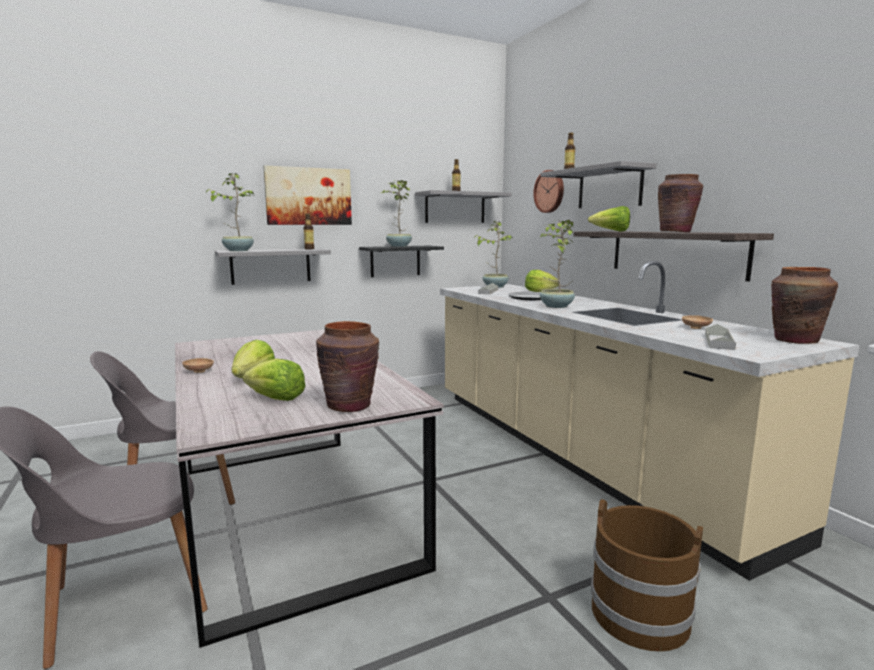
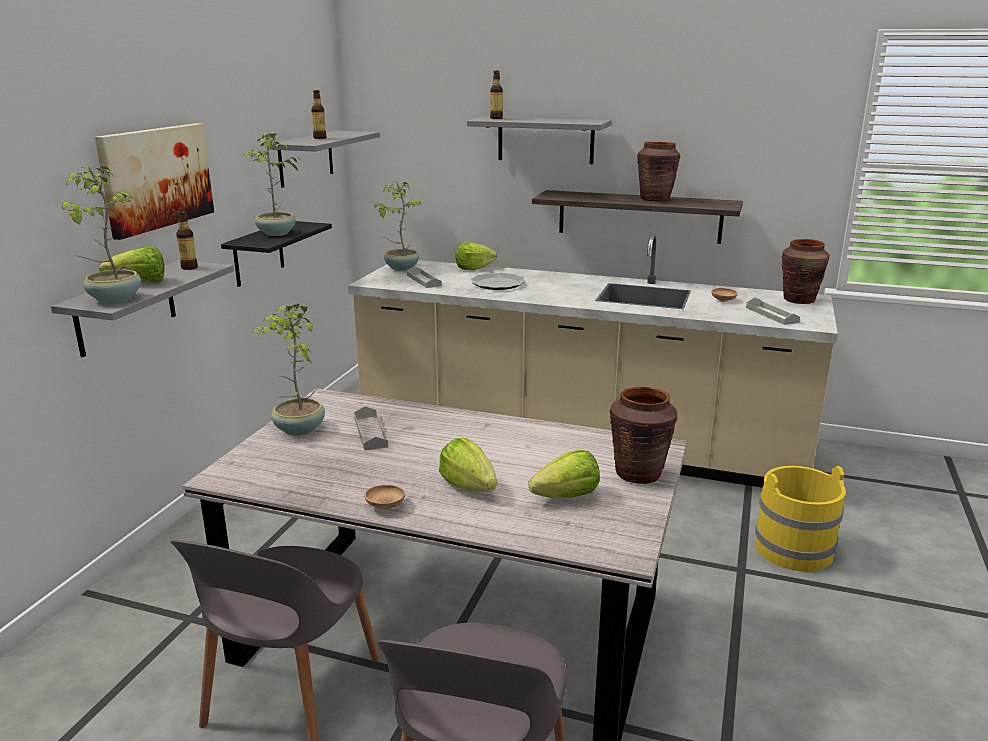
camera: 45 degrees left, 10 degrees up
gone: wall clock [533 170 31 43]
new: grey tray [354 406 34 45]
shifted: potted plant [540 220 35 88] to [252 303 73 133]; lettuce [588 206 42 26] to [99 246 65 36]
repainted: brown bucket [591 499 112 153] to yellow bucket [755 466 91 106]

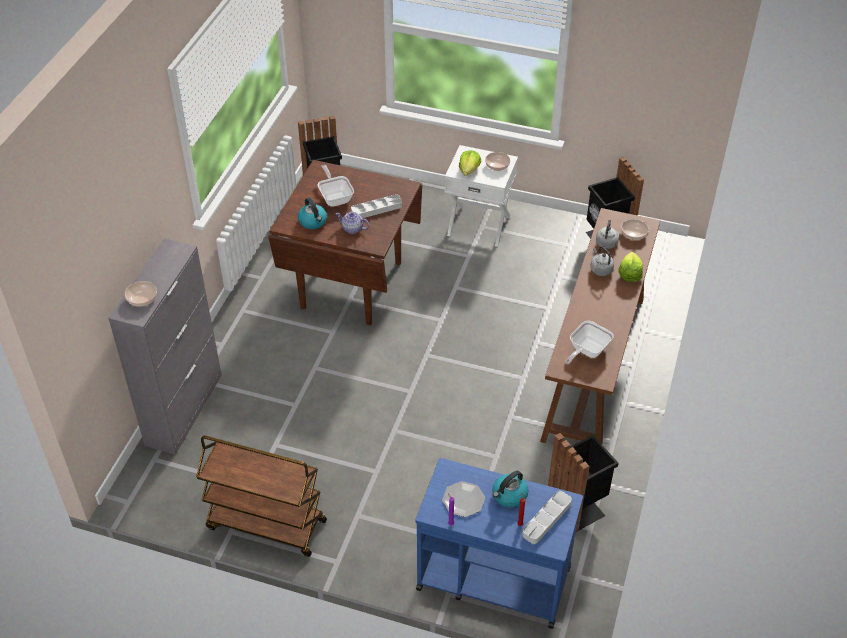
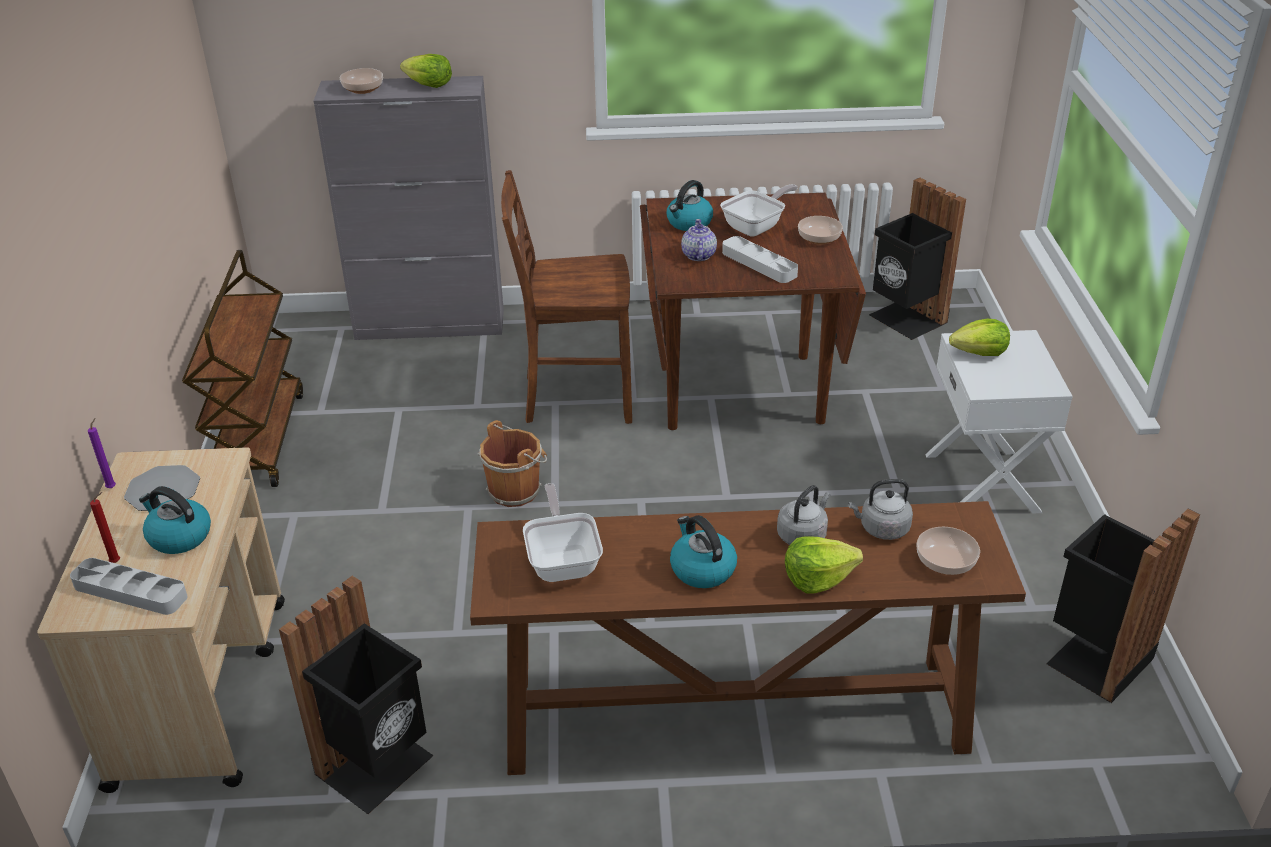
camera: 70 degrees right, 10 degrees down
new: lettuce [400 54 52 34]; brown bucket [477 420 70 87]; brown chair [501 170 131 254]; kettle [670 515 67 73]
shifted: bowl [485 152 25 19] to [798 216 45 29]
repainted: blue cart [416 458 167 171] to beige cart [37 447 248 346]
rotated: frying pan [565 321 49 44] = [523 483 80 99] 60 degrees clockwise

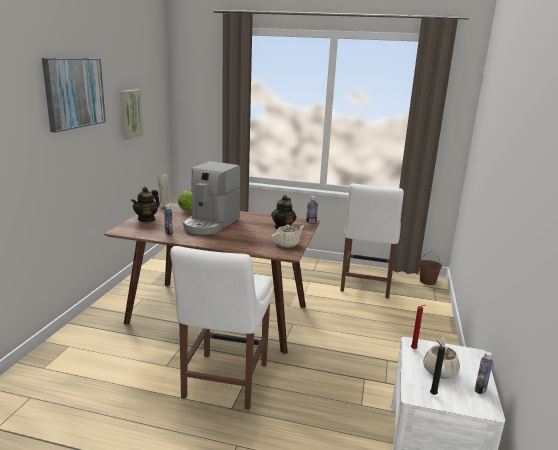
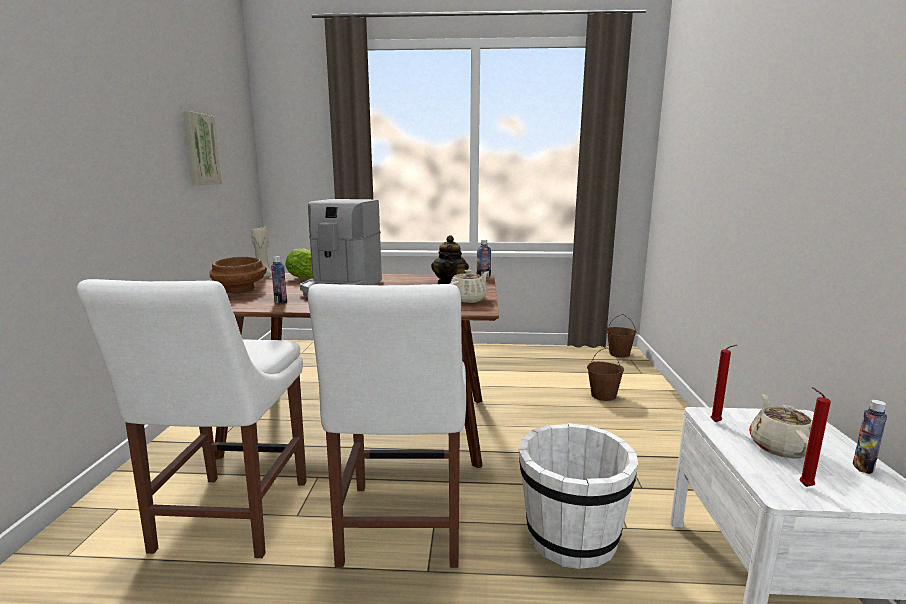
camera: 10 degrees left, 5 degrees down
gone: picture [42 58 64 75]
new: white bucket [519 423 119 146]; brown bucket [587 348 37 53]
shifted: white chair [340 183 64 116] to [77 279 230 279]
swapped: teapot [131 187 29 35] to brown bowl [209 256 58 38]
repainted: black candle [430 340 15 55] to red candle [799 387 32 100]

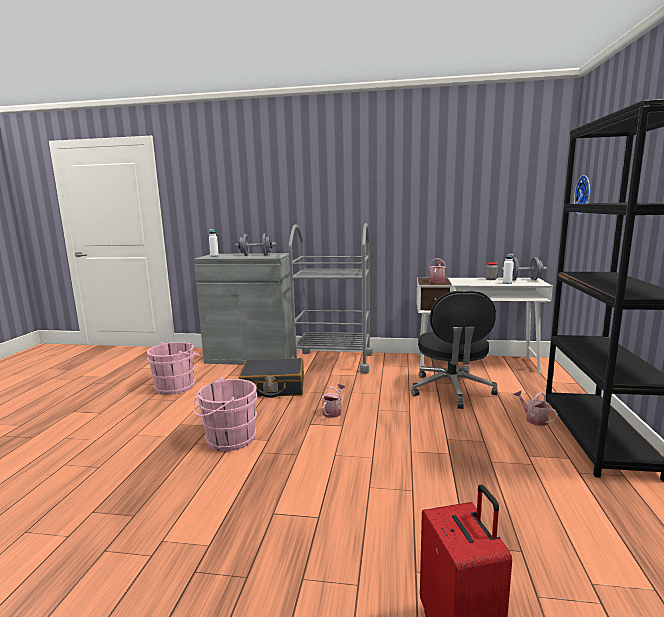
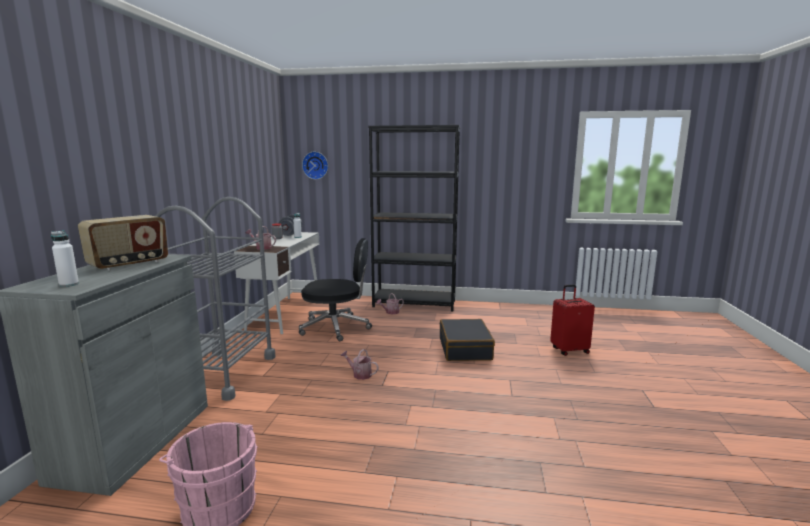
camera: 90 degrees left, 0 degrees up
gone: pink bucket [193 377 64 74]
shifted: black suitcase [239 358 65 40] to [440 319 55 42]
swapped: grey dumbbell [235 234 41 22] to radio [78 215 90 56]

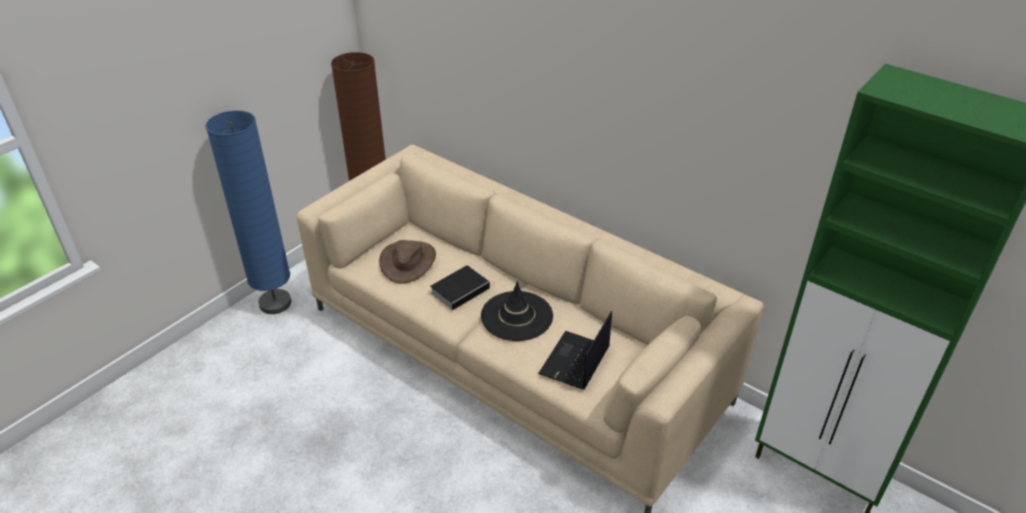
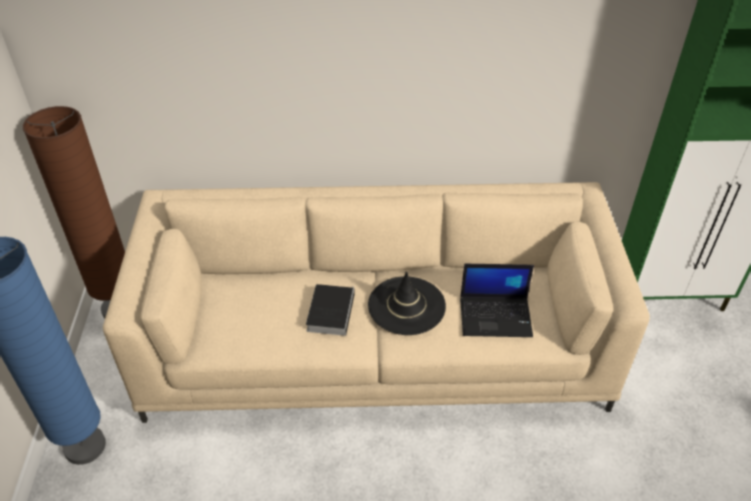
camera: 40 degrees left, 5 degrees up
gone: brown hat [379 240 57 44]
rotated: laptop [538 311 74 78] = [460 264 74 73] 75 degrees counterclockwise

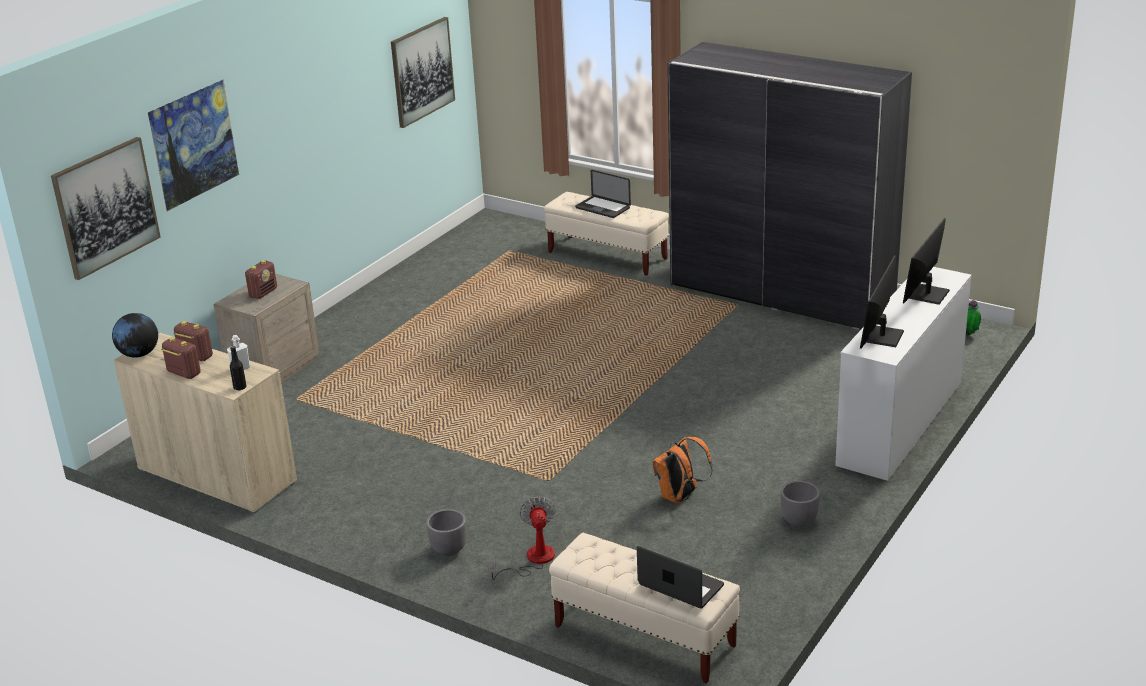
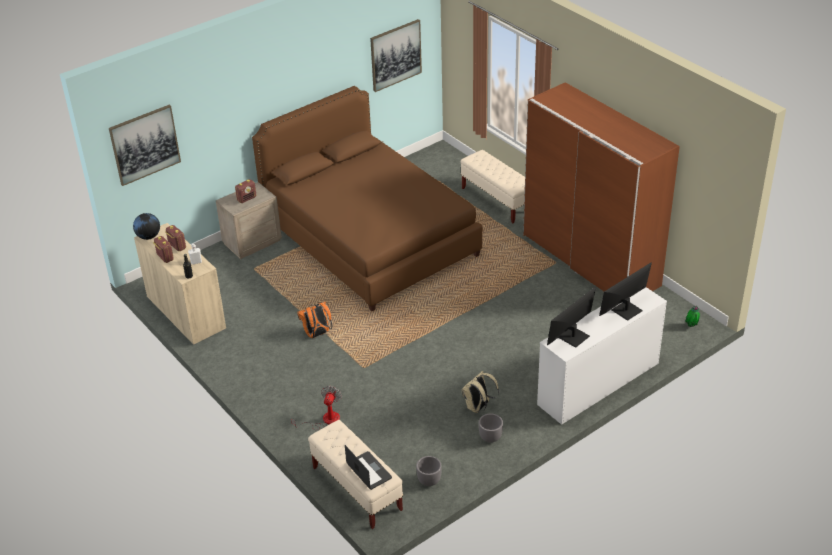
camera: 20 degrees right, 10 degrees up
gone: picture [148 80 91 131]; laptop [575 170 56 48]
new: brown bed [252 86 230 225]; beige backpack [462 371 37 42]
shifted: grey planter [426 509 40 47] to [416 456 26 30]; orange backpack [653 437 60 67] to [297 302 35 36]
repainted: grey wardrobe [667 42 245 288] to brown wardrobe [523 82 157 209]

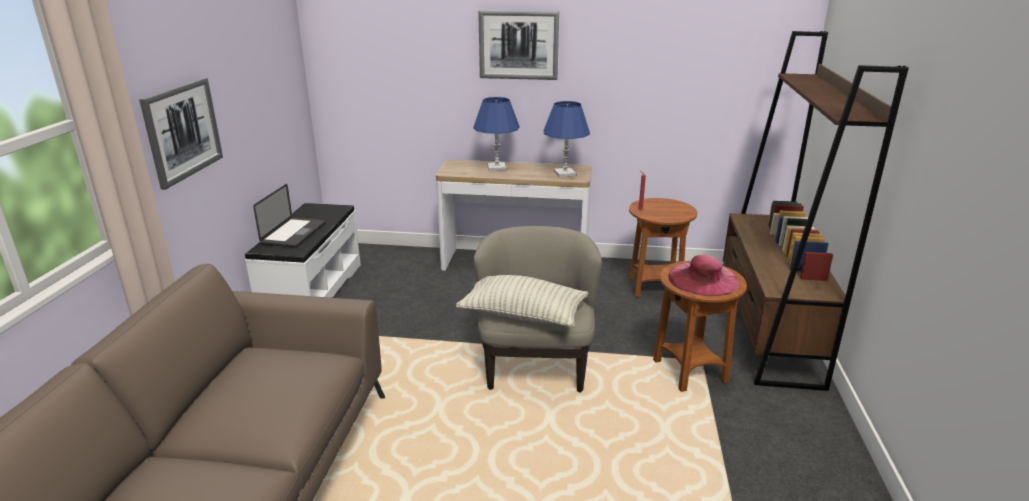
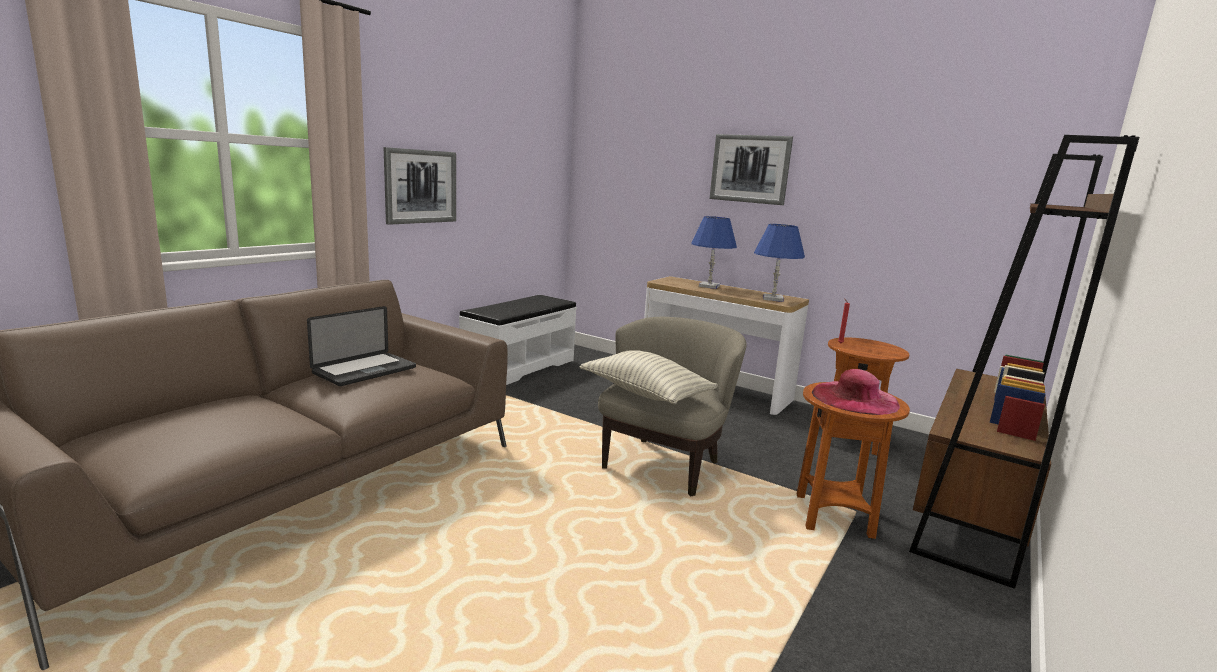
camera: 25 degrees right, 10 degrees down
shifted: laptop [253 184 72 64] to [307 306 109 80]

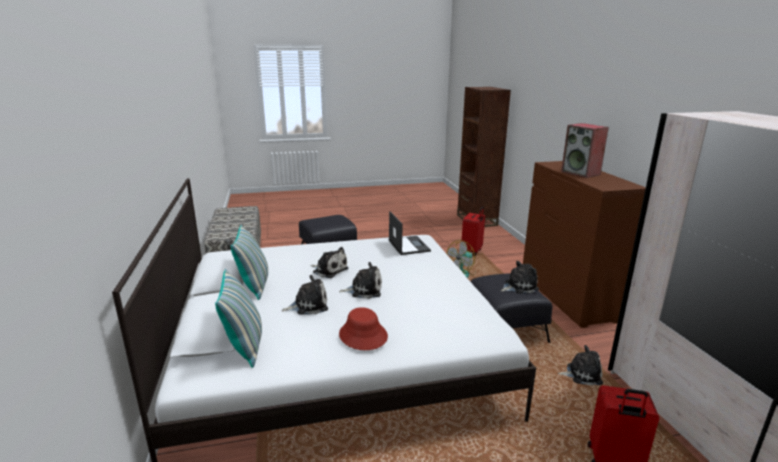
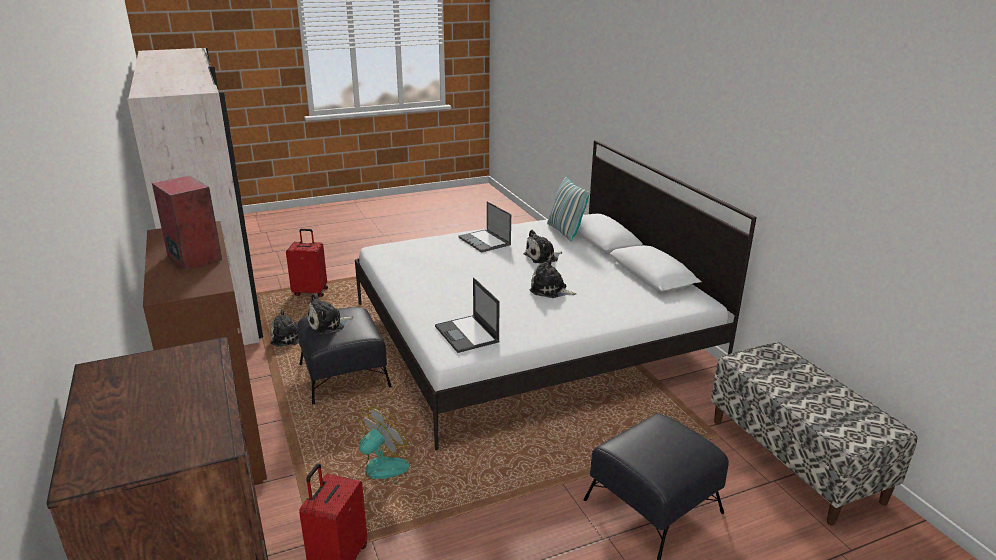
camera: 170 degrees right, 5 degrees up
gone: pillow [231 224 37 76]; plush toy [339 262 43 37]
swapped: red hat [339 307 49 43] to laptop [459 201 52 52]

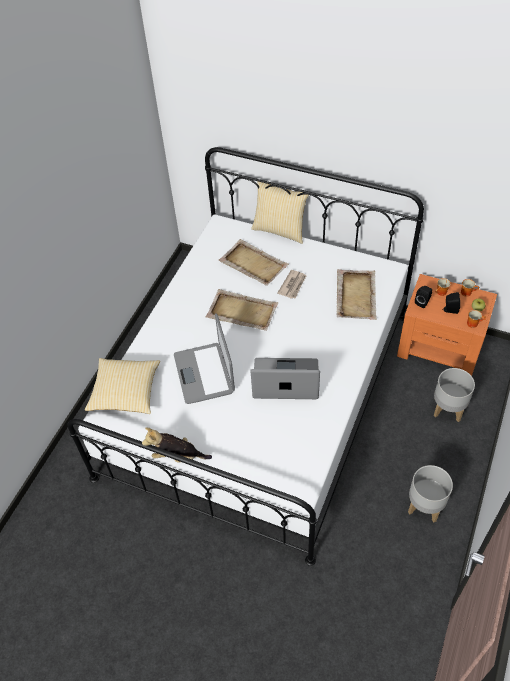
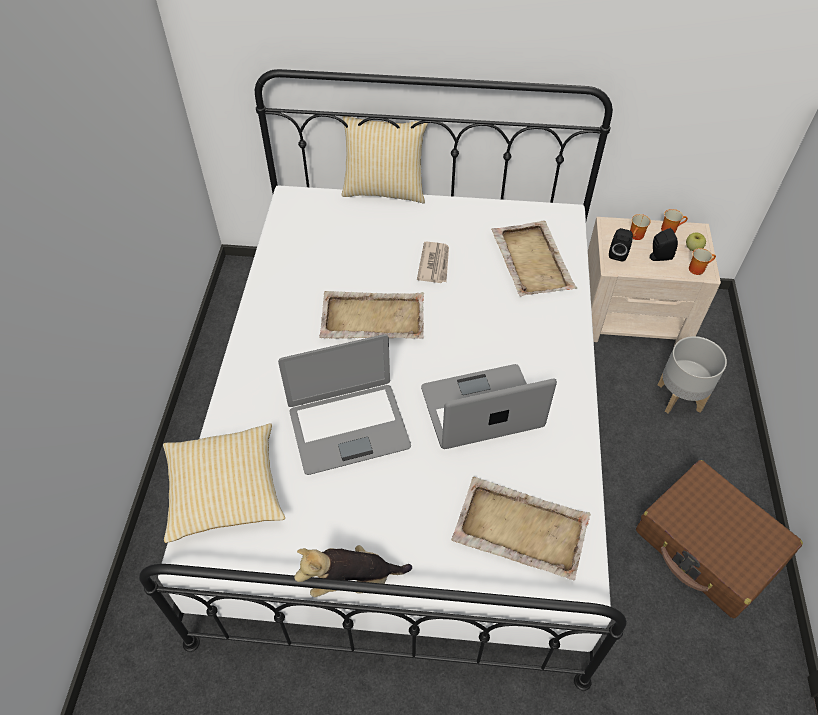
camera: 20 degrees left, 0 degrees up
shifted: beige tray [218 239 71 47] to [451 477 140 103]
swapped: grey planter [408 465 45 58] to brown suitcase [636 460 167 158]
repainted: orange nightstand [397 274 100 102] to beige nightstand [588 217 133 129]
rotated: laptop [174 313 61 91] = [278 334 133 141] 75 degrees counterclockwise

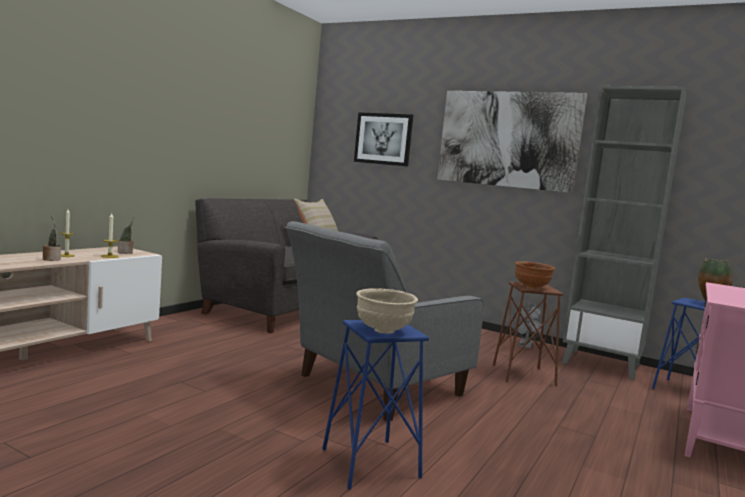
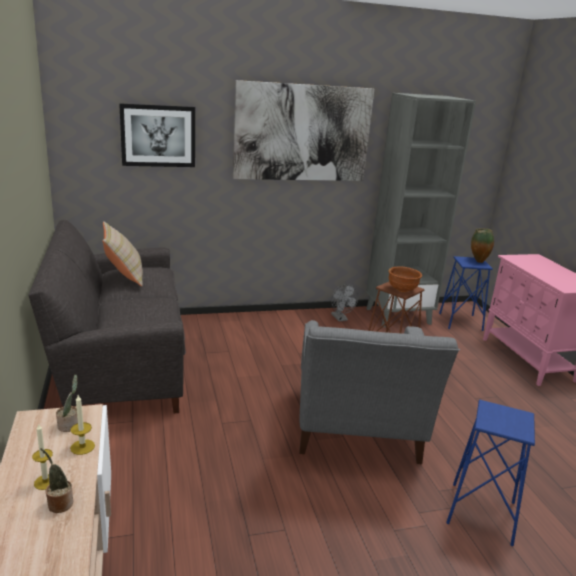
camera: 45 degrees left, 15 degrees up
gone: beige bowl [356 288 62 46]

